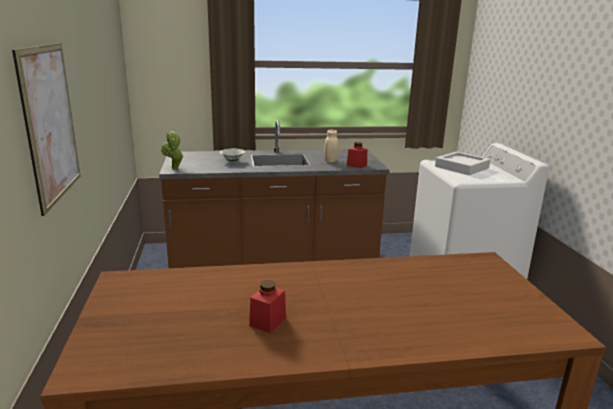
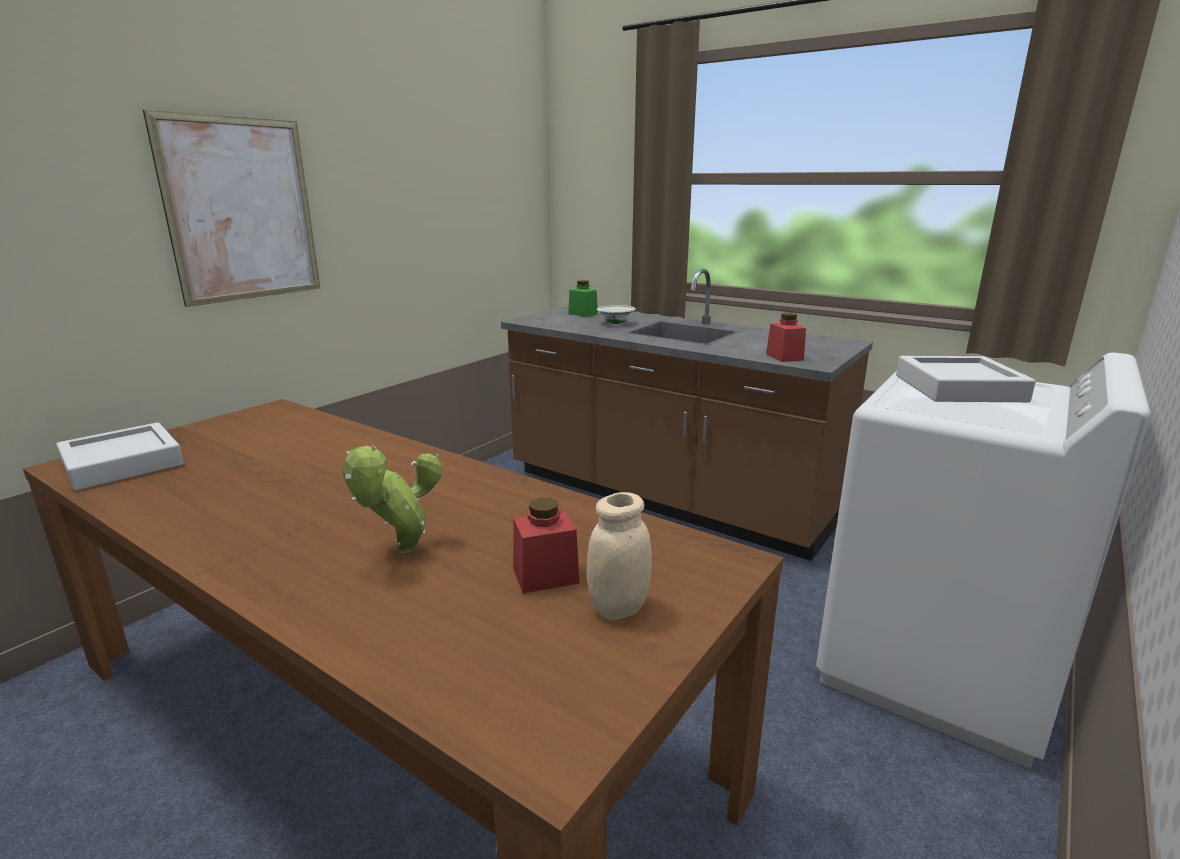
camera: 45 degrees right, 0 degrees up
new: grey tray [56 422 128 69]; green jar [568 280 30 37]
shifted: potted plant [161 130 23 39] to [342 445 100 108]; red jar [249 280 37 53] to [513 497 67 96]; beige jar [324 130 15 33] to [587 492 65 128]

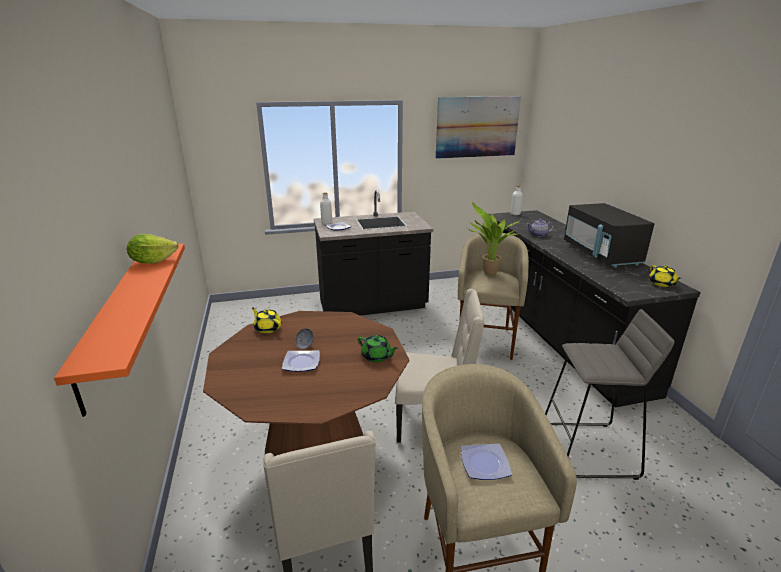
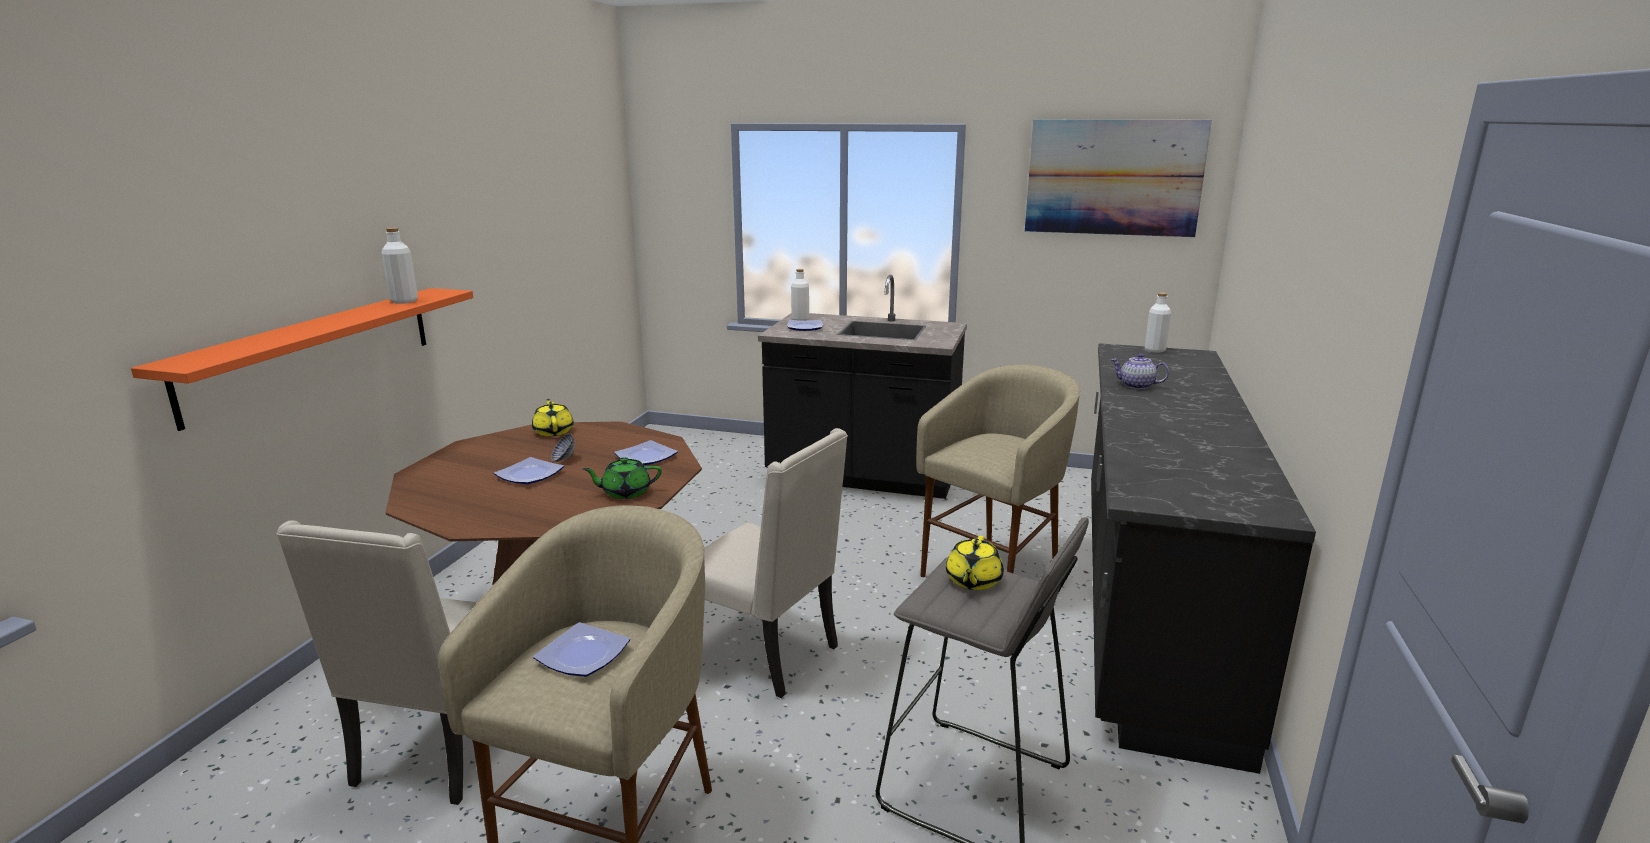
camera: 30 degrees right, 5 degrees down
gone: potted plant [467 202 54 73]; black microwave [564 203 90 65]
new: plate [614 440 64 25]
shifted: yellow teapot [649 265 32 22] to [946 536 58 54]
swapped: lettuce [127 234 52 30] to white bottle [381 228 37 76]
rotated: green teapot [358 335 40 27] = [583 457 79 42] 105 degrees clockwise

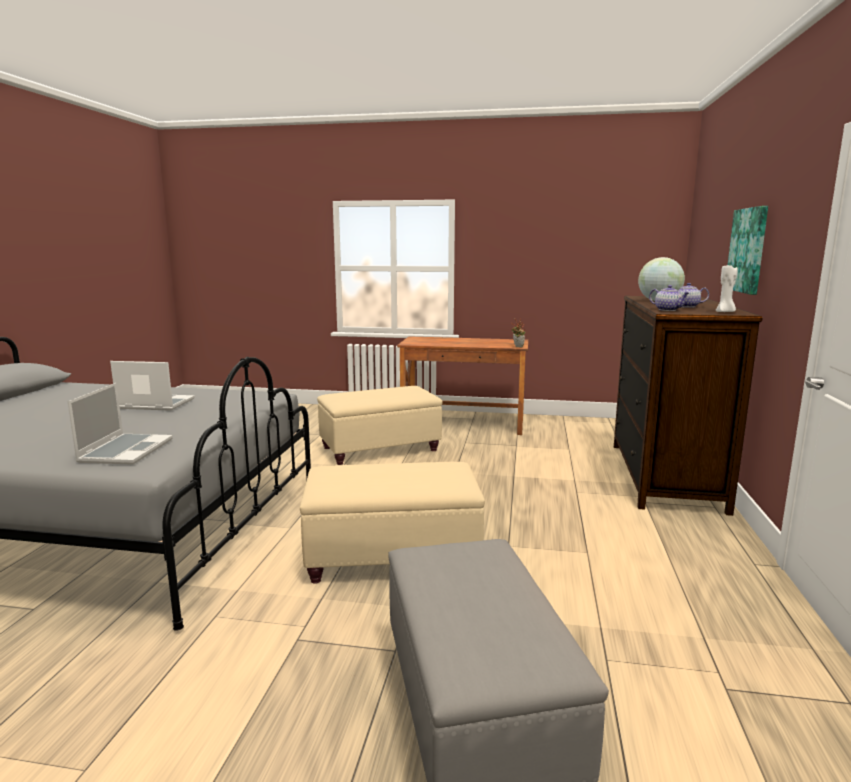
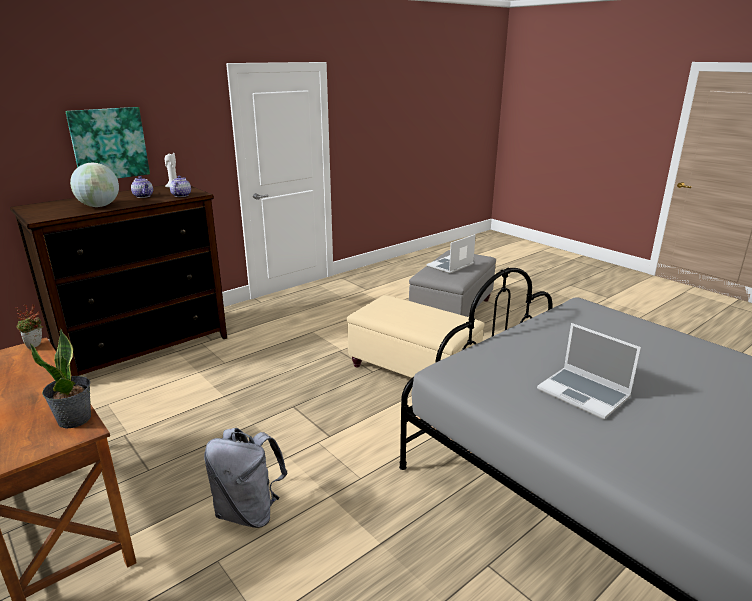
camera: 140 degrees left, 10 degrees up
new: potted plant [30 329 61 100]
shifted: laptop [68 383 105 82] to [427 234 49 40]
swapped: beige ottoman [317 386 126 79] to grey backpack [204 428 84 100]

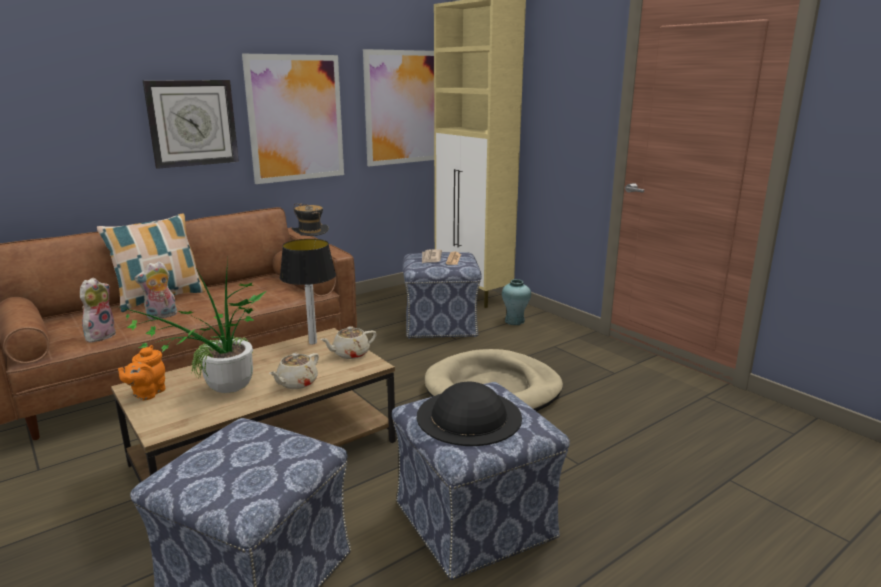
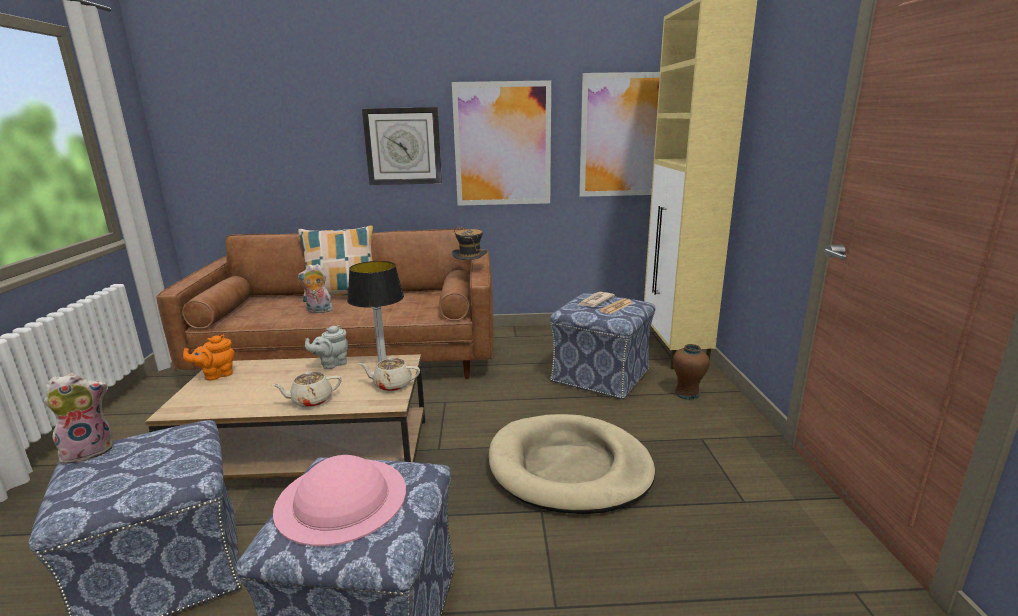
camera: 35 degrees right, 0 degrees up
gone: potted plant [120 260 146 133]
new: grey teapot [305 325 43 44]
shifted: plush toy [80 278 36 64] to [44 373 69 91]
repainted: black hat [417 382 105 64] to pink hat [273 455 133 91]; turquoise vase [502 279 29 46] to brown vase [673 344 37 56]

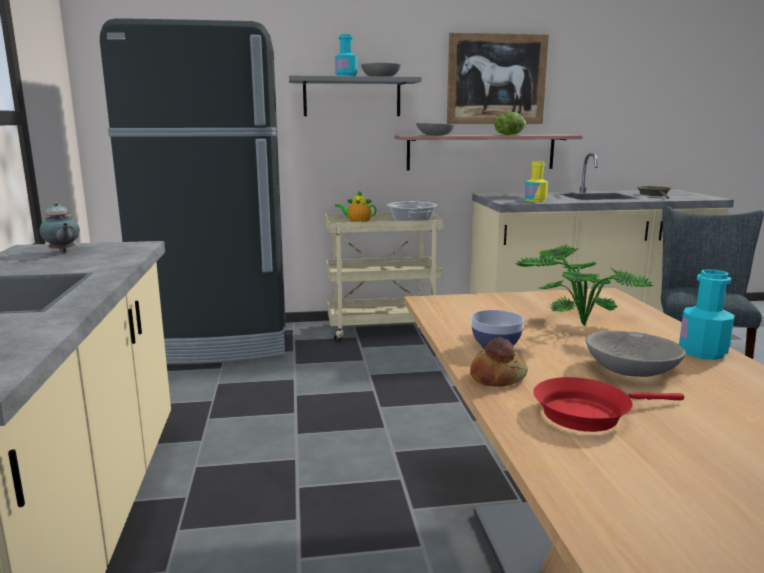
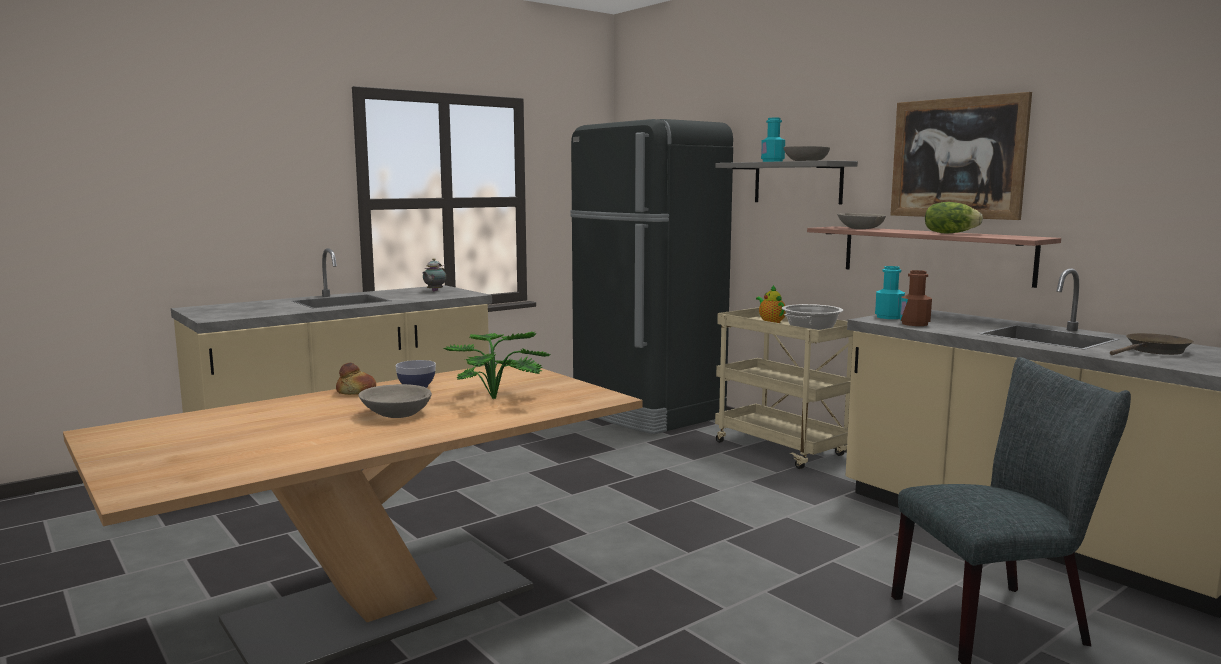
camera: 60 degrees right, 5 degrees down
gone: red frying pan [533 377 151 55]
shifted: turquoise bottle [679 269 56 91] to [875 266 30 53]
repainted: yellow bottle [525 161 23 41] to brown bottle [900 270 32 56]

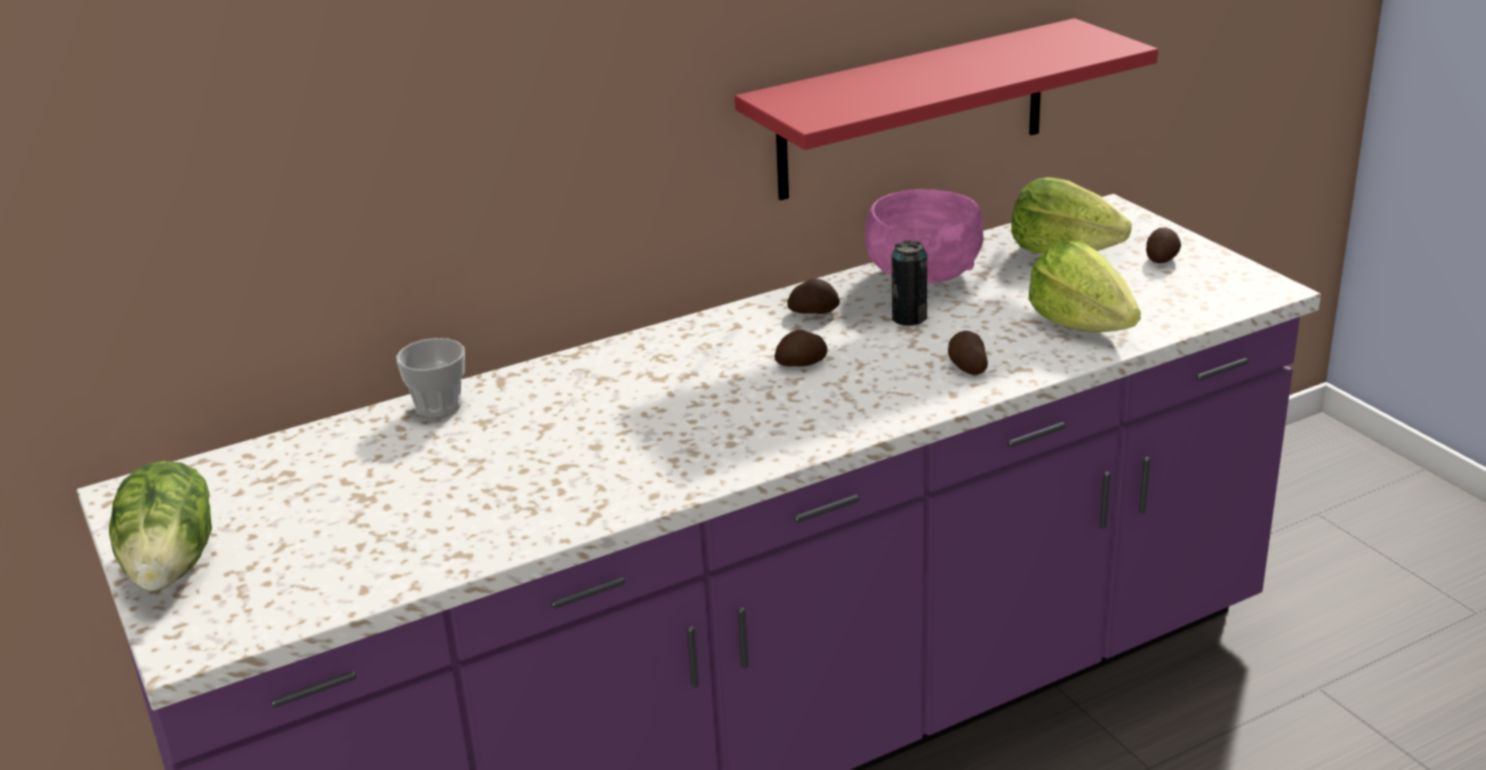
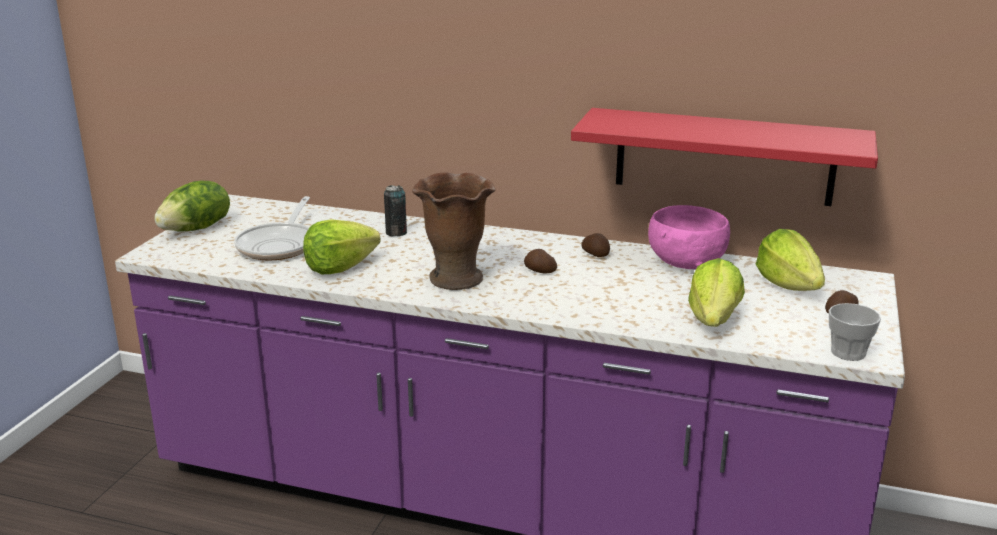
camera: 45 degrees right, 5 degrees down
gone: potato [948 331 40 44]
new: frying pan [234 196 76 64]; lettuce [303 219 78 55]; brown vase [412 172 83 118]
shifted: cup [396 338 69 80] to [829 303 52 58]; can [892 241 36 85] to [384 185 23 51]

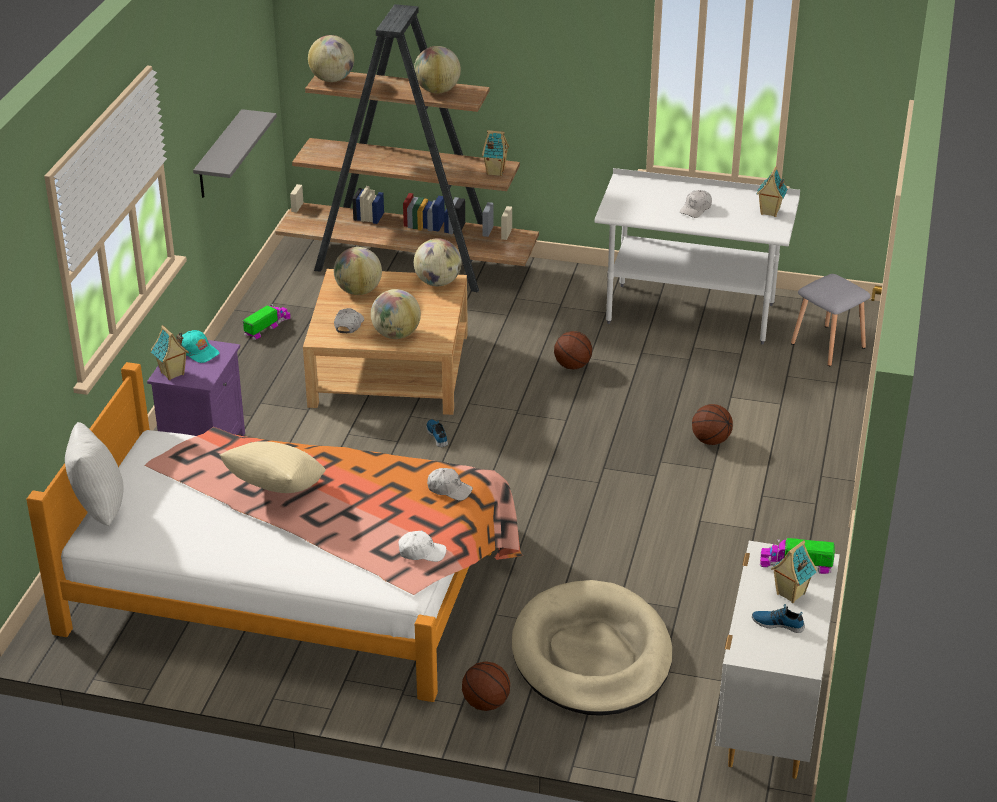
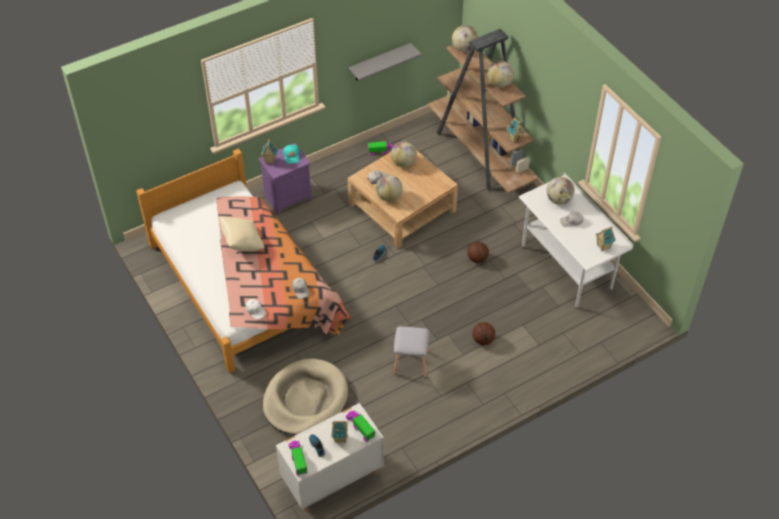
camera: 45 degrees right, 15 degrees up
gone: white pillow [65 422 59 104]; basketball [462 661 48 50]
new: toy truck [289 440 19 36]
shifted: globe [414 238 47 48] to [546 177 29 28]; grey stool [791 274 79 92] to [393 327 36 51]

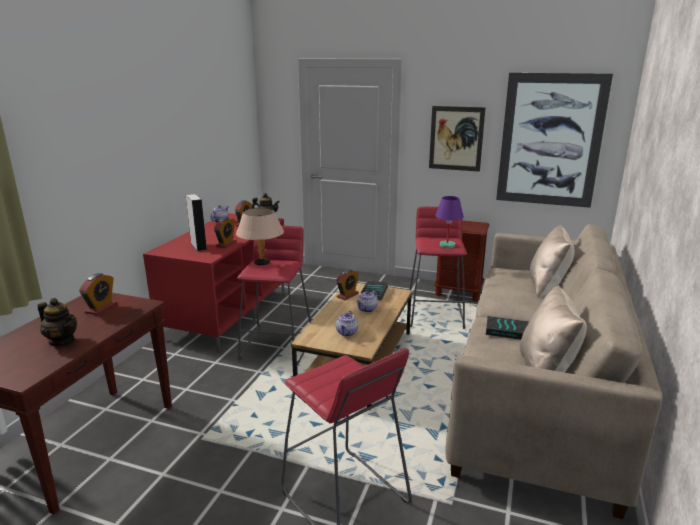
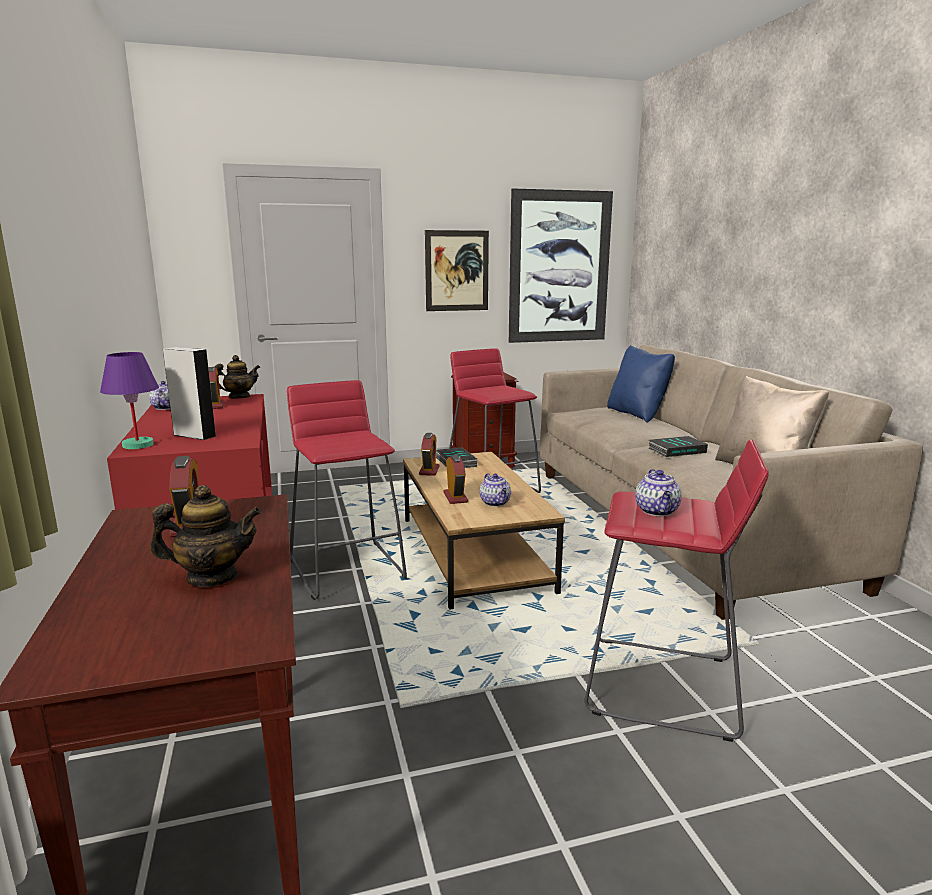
camera: 35 degrees left, 5 degrees down
gone: beige table lamp [236 208 48 57]
shifted: alarm clock [214 218 23 30] to [443 455 25 49]; teapot [357 290 21 22] to [635 469 47 47]; purple table lamp [435 196 29 52] to [100 352 59 97]
repainted: beige pillow [530 225 45 72] to blue pillow [607 345 68 78]

